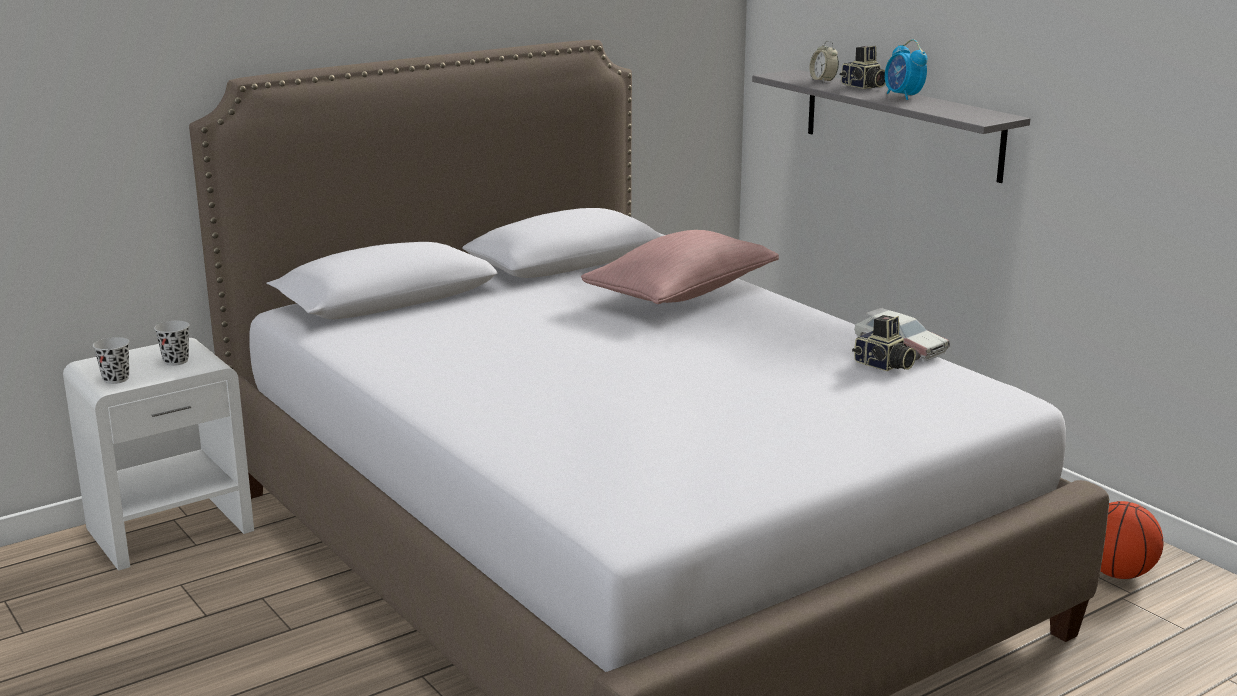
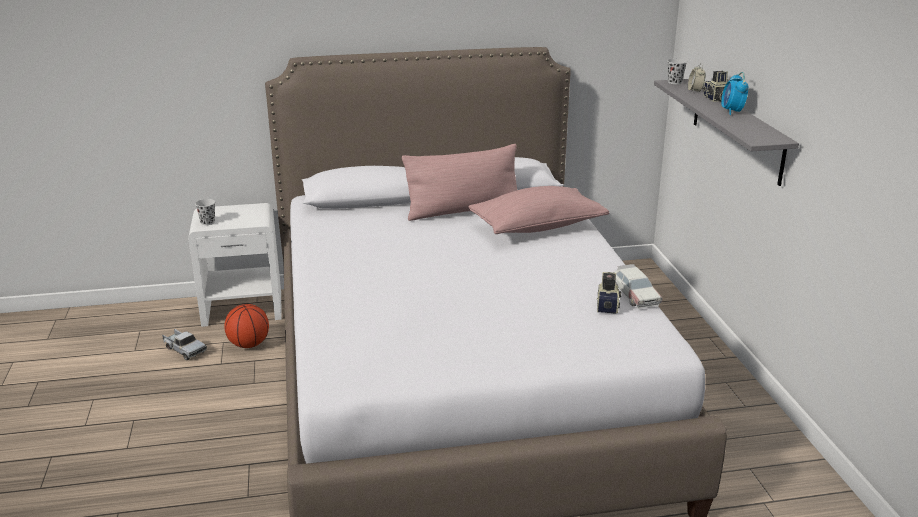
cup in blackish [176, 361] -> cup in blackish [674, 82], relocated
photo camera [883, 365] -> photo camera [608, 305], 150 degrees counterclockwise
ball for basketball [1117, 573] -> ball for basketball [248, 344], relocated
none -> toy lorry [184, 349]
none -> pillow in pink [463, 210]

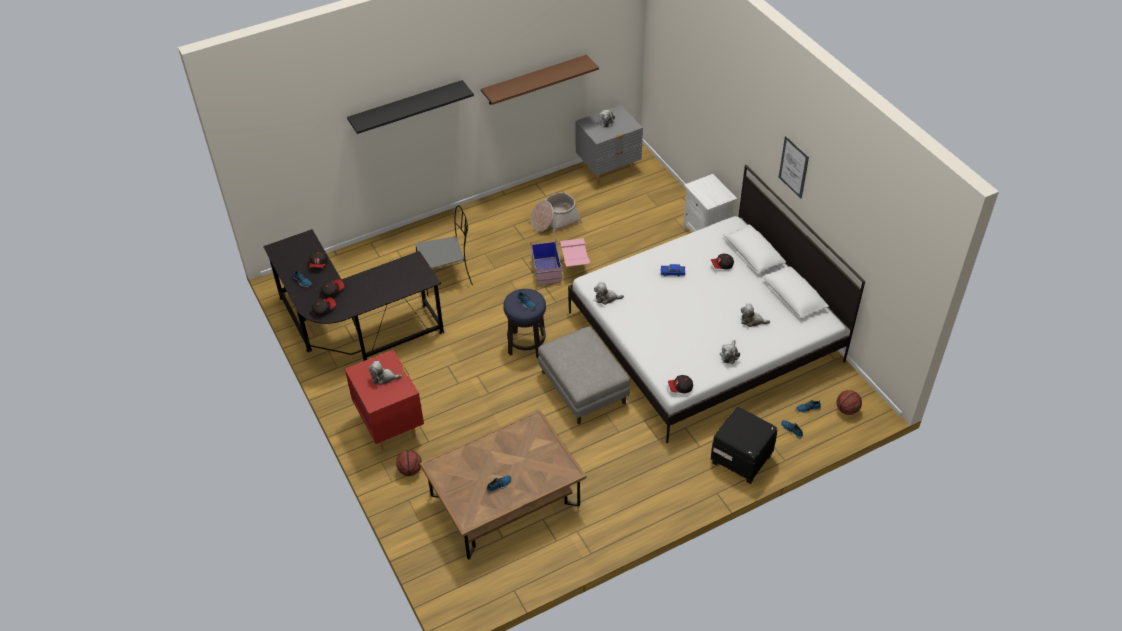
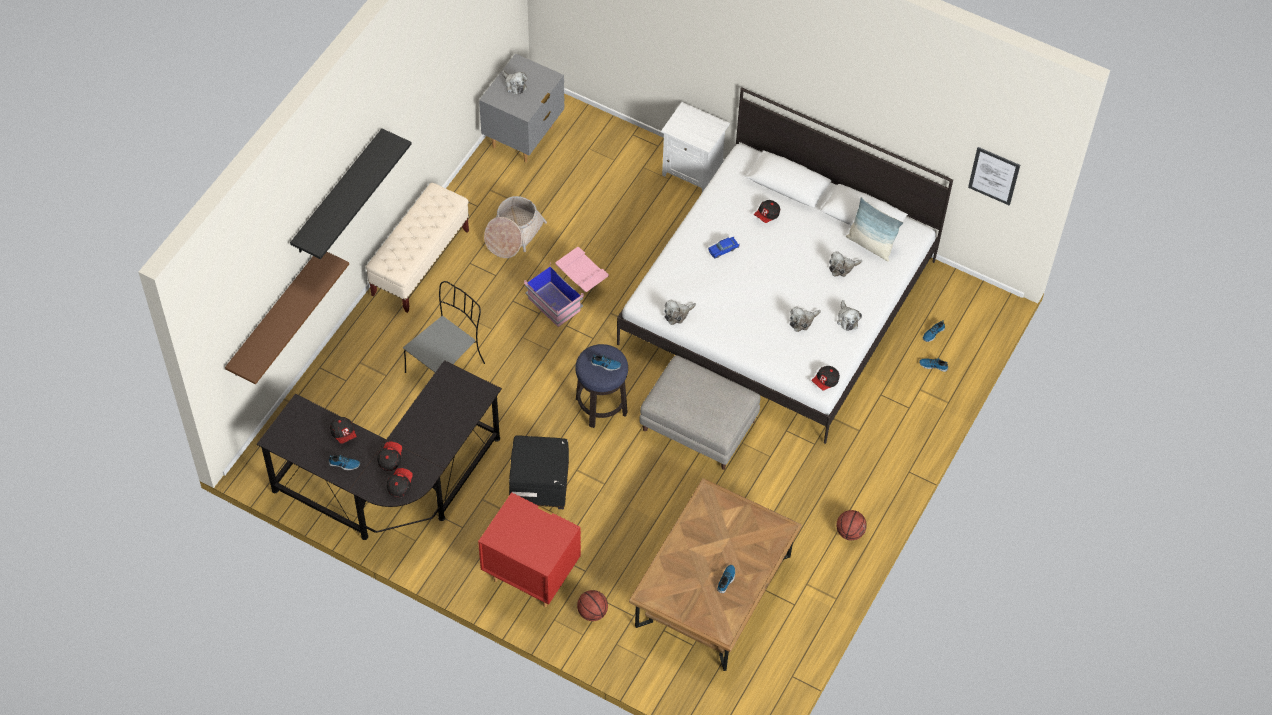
plush toy [384, 378] -> plush toy [802, 321], relocated
wall shelf in brown [534, 80] -> wall shelf in brown [274, 314], relocated
pouffe in blackish [740, 459] -> pouffe in blackish [539, 487], relocated
picture [793, 167] -> picture [994, 175], relocated
ball for basketball [847, 410] -> ball for basketball [850, 532], relocated
none -> bench in beige-coloured [420, 263]
none -> pillow [870, 245]

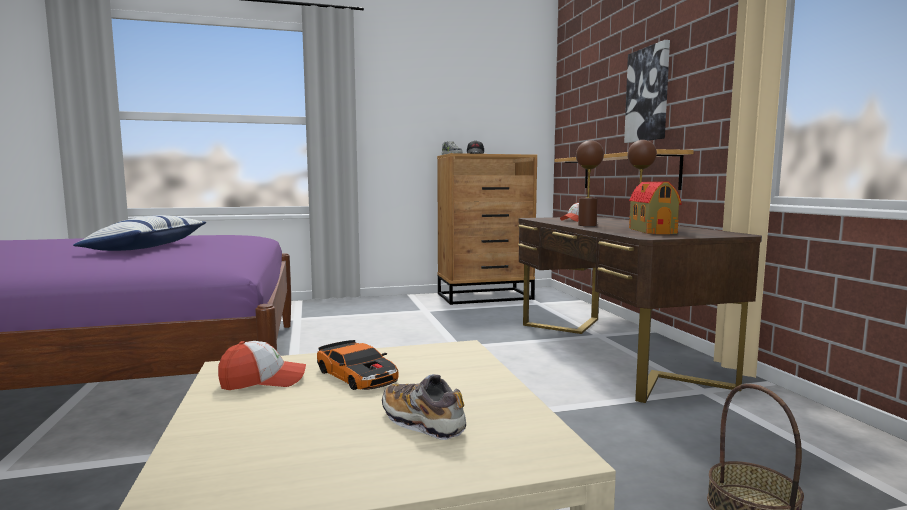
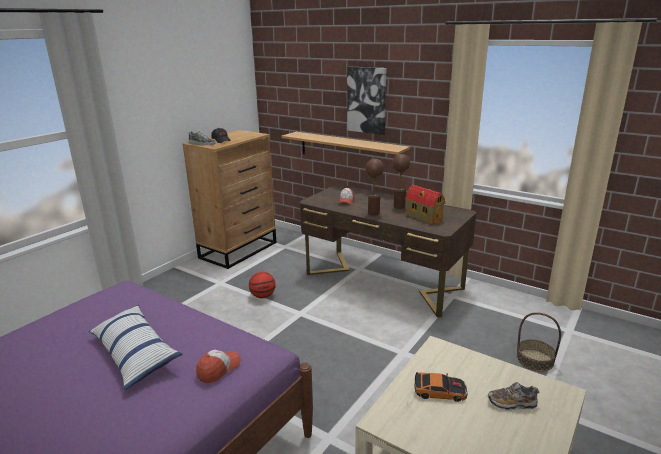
cap [263, 381] -> cap [218, 369], relocated
none -> ball for basketball [263, 296]

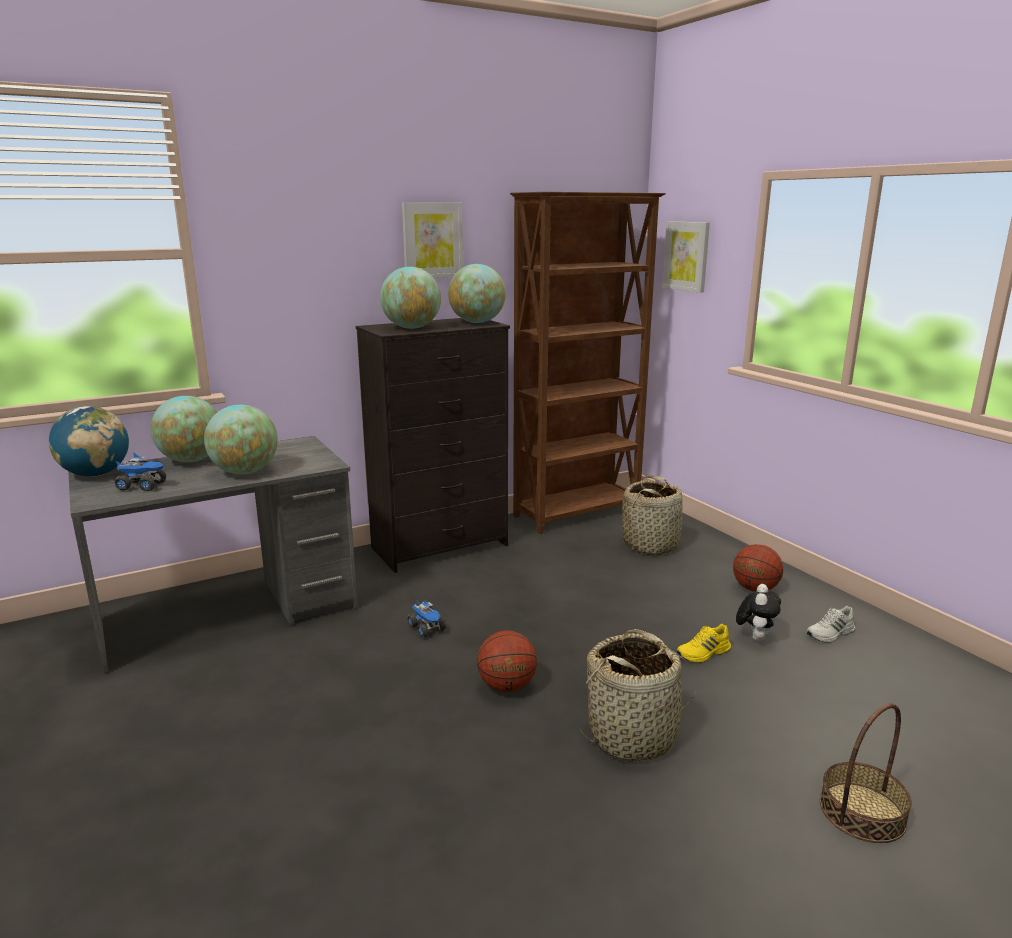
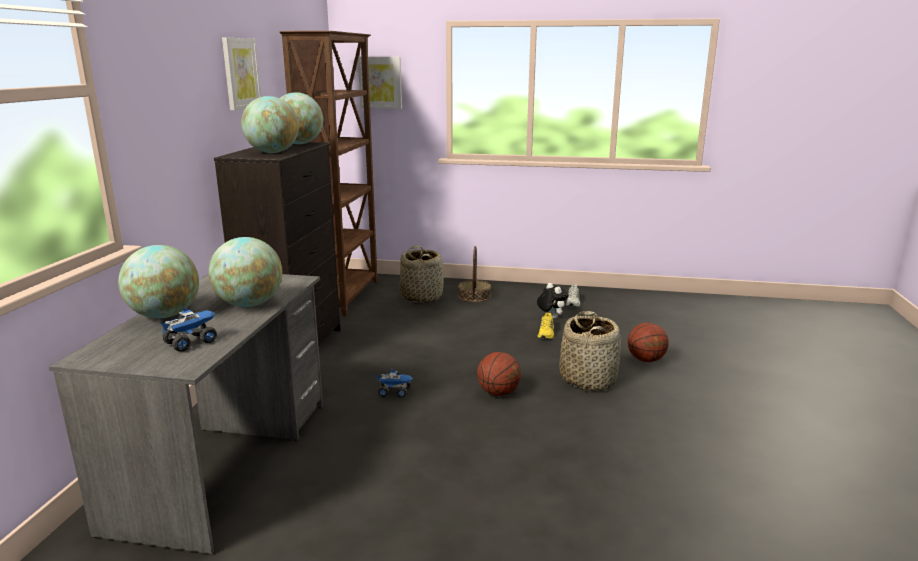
globe [96, 474] -> none
ball for basketball [755, 589] -> ball for basketball [645, 360], relocated
storage basket [862, 812] -> storage basket [474, 296], relocated

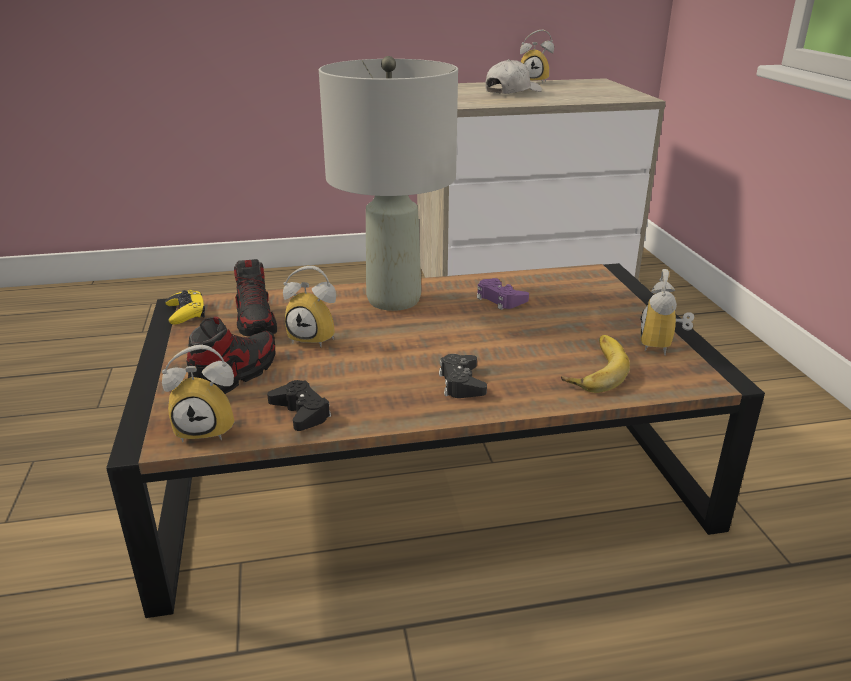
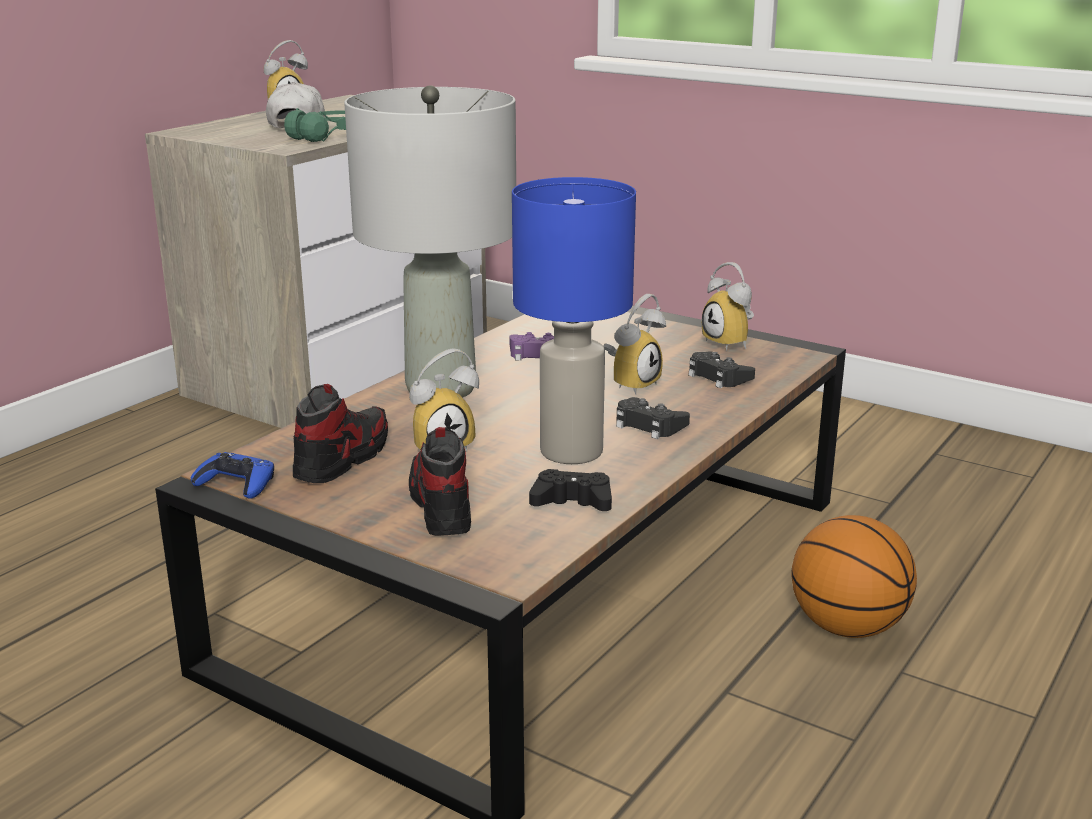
bedside clock [209, 428] -> bedside clock [631, 383], relocated
game controller in yellow-coloured [186, 312] -> game controller in bluish [236, 483]
item of footwear [256, 321] -> item of footwear [342, 458], 90 degrees counterclockwise
whole banana [592, 369] -> game controller in blackish [718, 377]
none -> headphones in green [324, 136]
none -> tabletop lamp in bluish [572, 453]
none -> ball for basketball [847, 628]

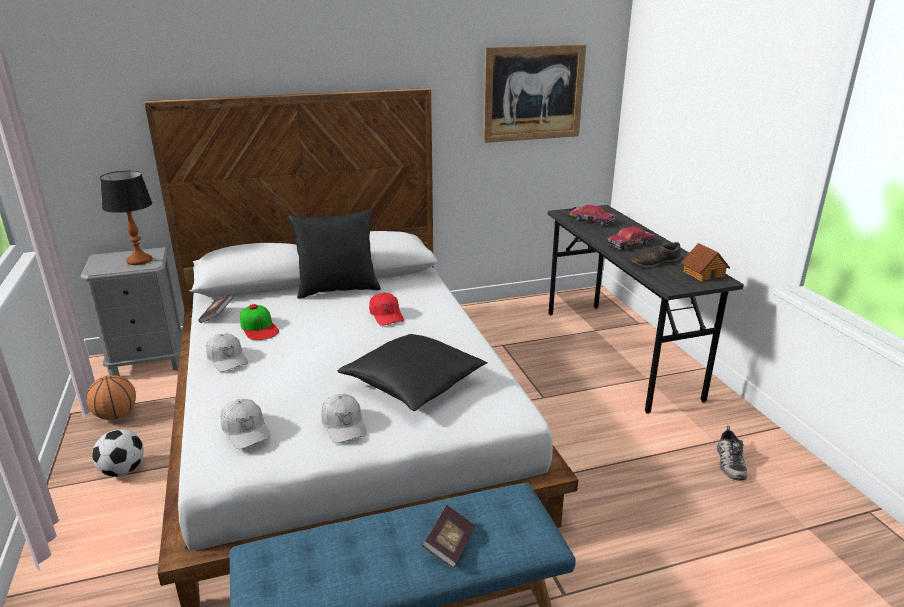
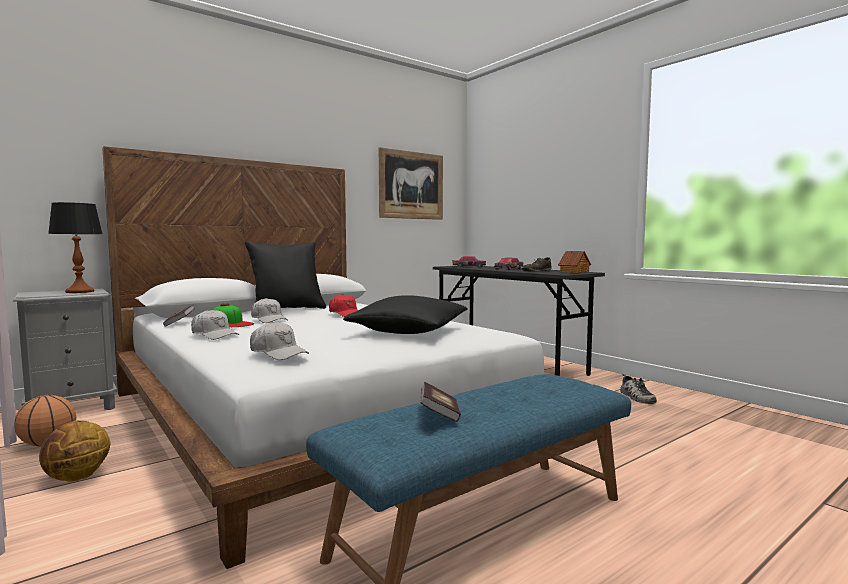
football ball [123, 471] -> ball for basketball [77, 478]
cap in white [344, 425] -> cap in white [269, 319], relocated
bound book [449, 545] -> bound book [439, 414], relocated

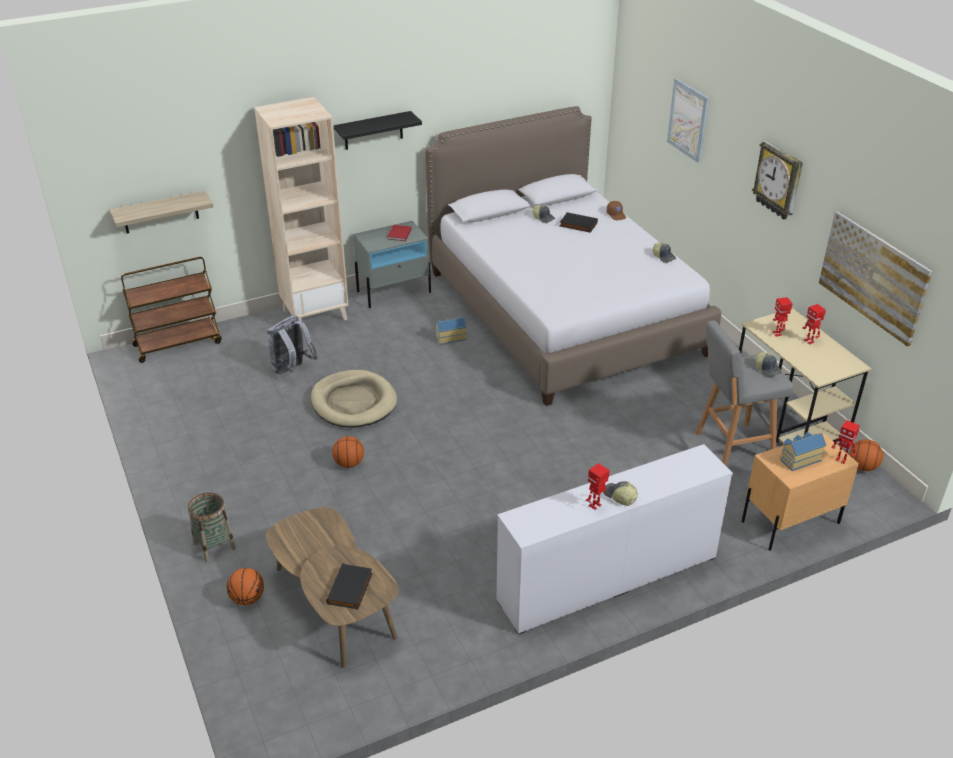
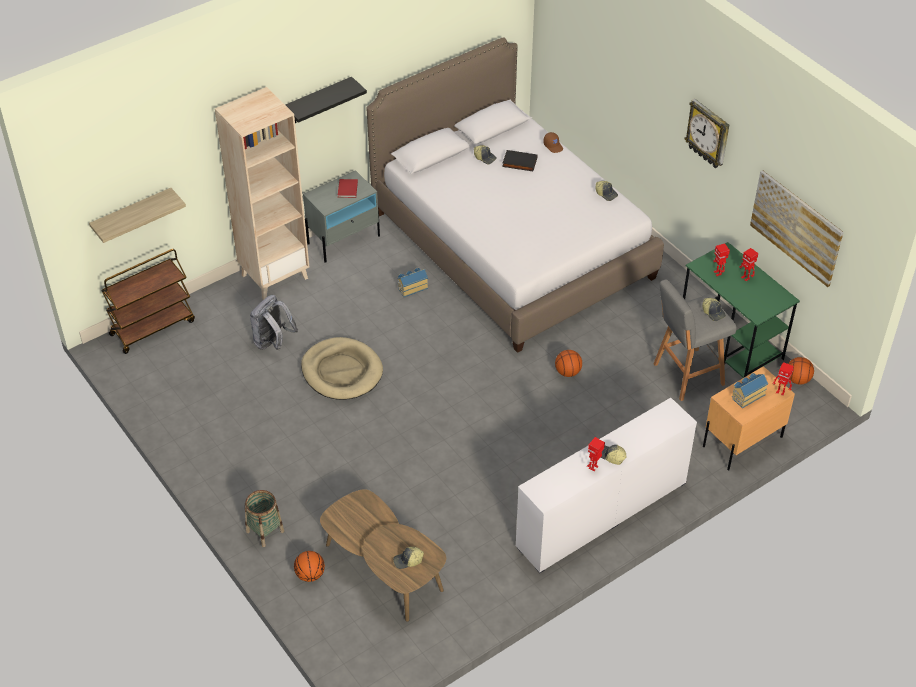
bound book in blackish [351, 589] -> cap [408, 561]
ball for basketball [349, 464] -> ball for basketball [567, 372], relocated
picture [688, 120] -> none
desk in beige-coloured [787, 422] -> desk in green [731, 342]

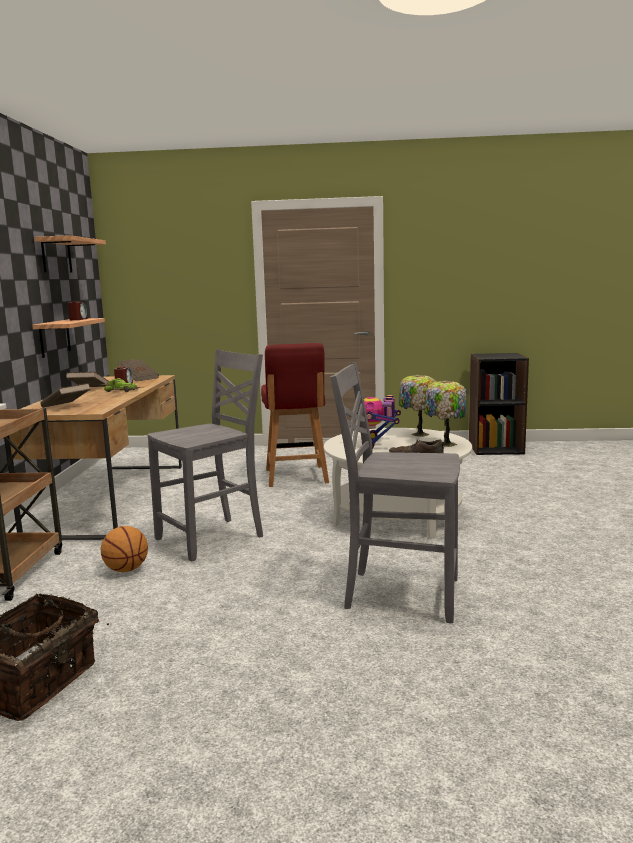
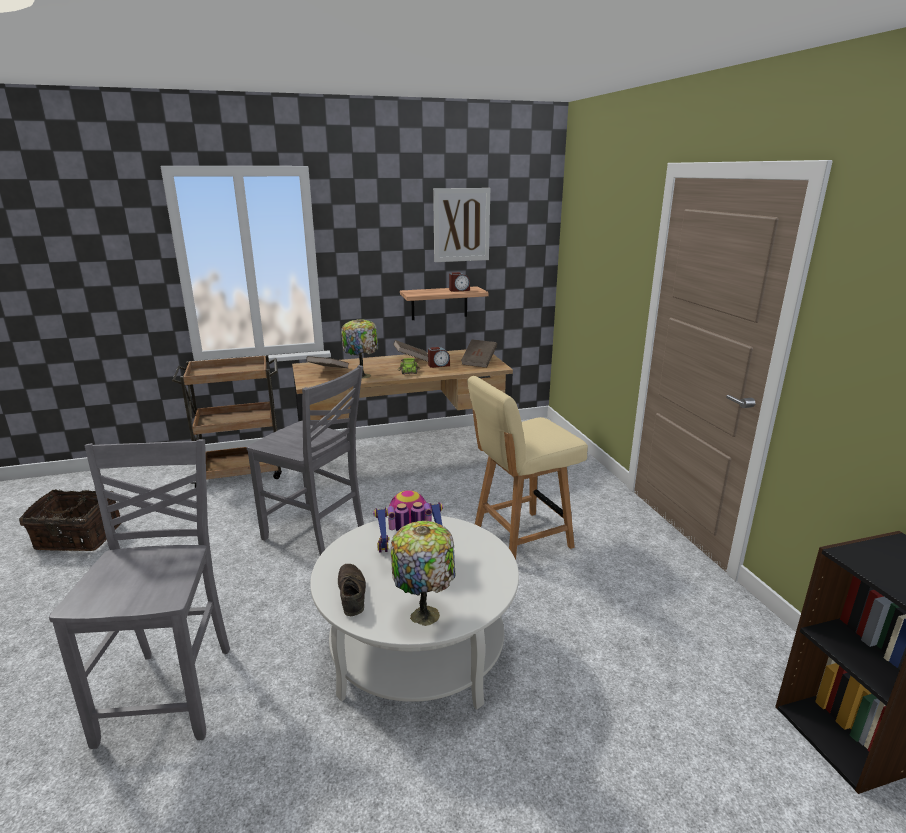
wall shelf [56, 255] -> picture [461, 225]
ball for basketball [127, 570] -> none
chair in red [296, 477] -> chair in beige-coloured [520, 539]
tabletop lamp [418, 434] -> tabletop lamp [362, 375], relocated

